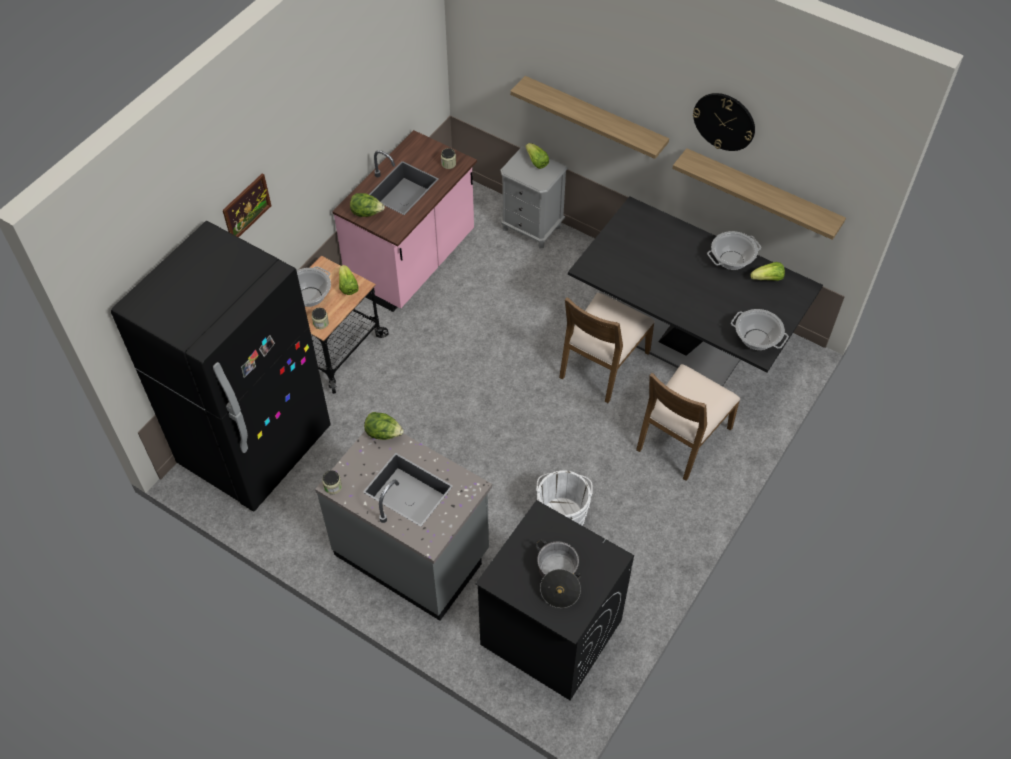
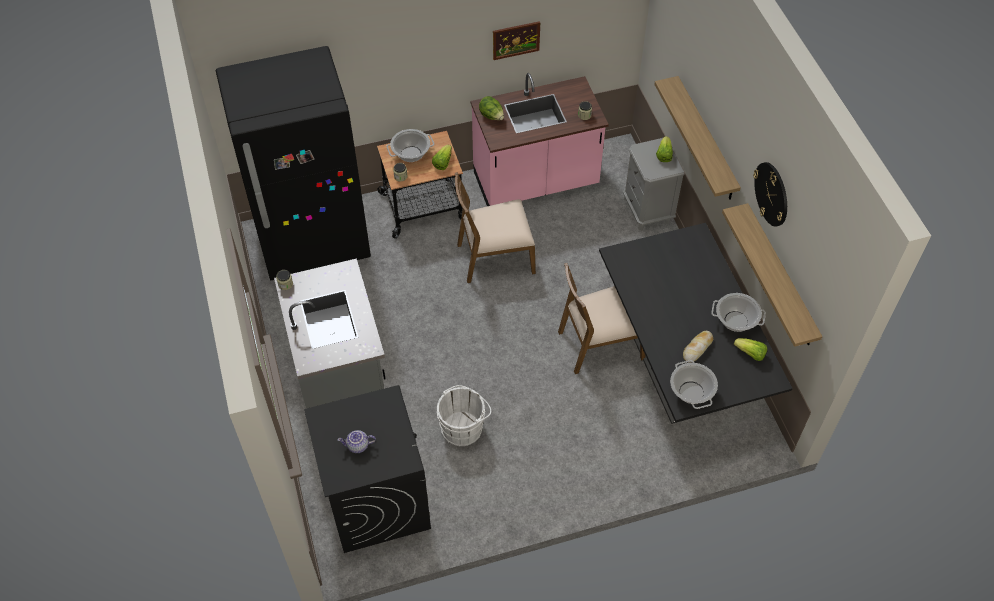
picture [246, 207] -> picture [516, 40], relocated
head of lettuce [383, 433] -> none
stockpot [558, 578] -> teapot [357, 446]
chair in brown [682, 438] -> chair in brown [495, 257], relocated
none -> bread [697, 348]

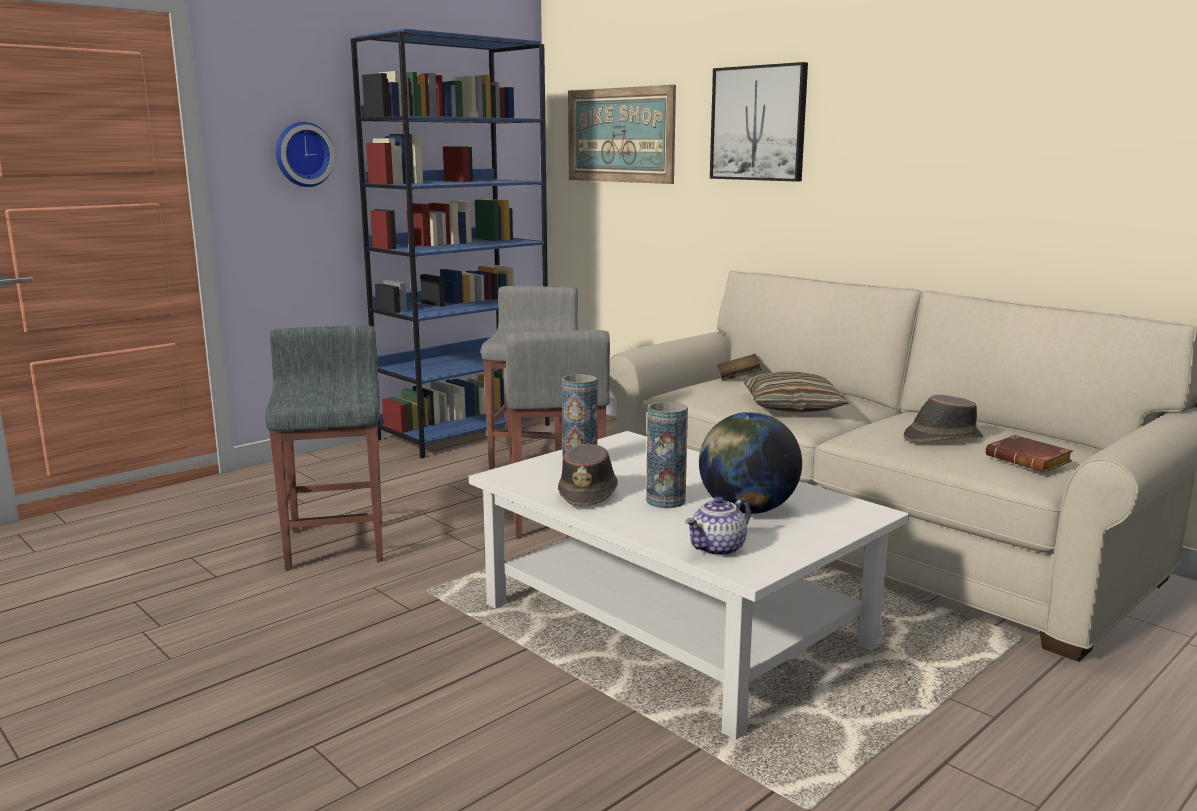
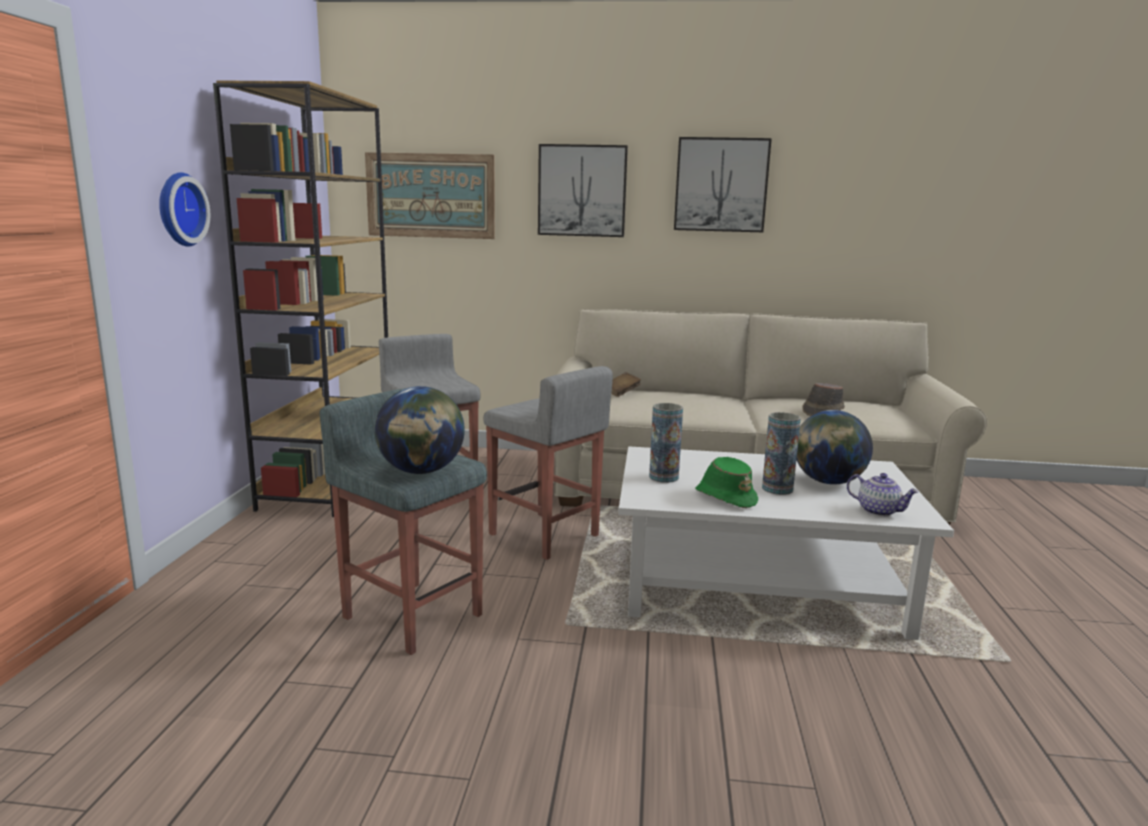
bookshelf in bluish [465, 432] -> bookshelf in brown [329, 484]
clothing hat in brown [588, 493] -> clothing hat in green [725, 497]
teapot [718, 549] -> teapot [879, 511], 60 degrees counterclockwise
pillow [792, 407] -> none
bound book in brown [1030, 460] -> none
none -> globe [421, 471]
none -> picture [721, 185]

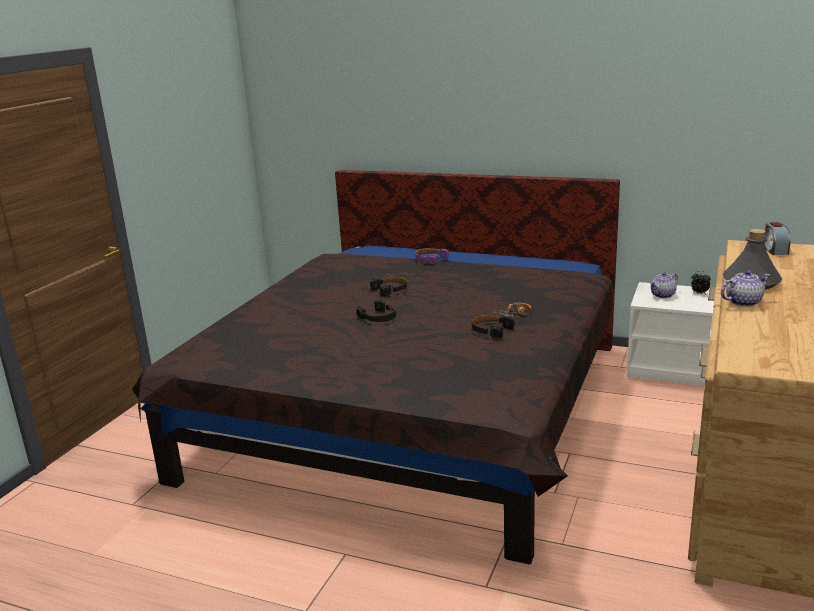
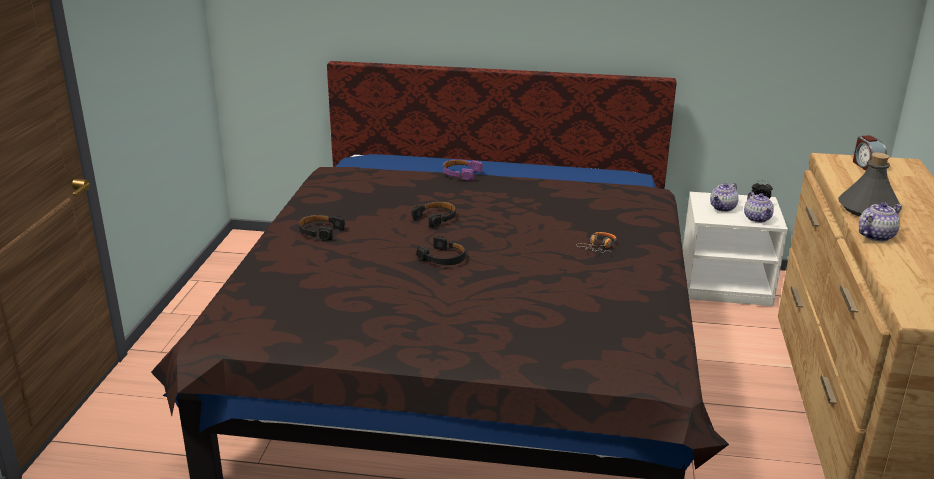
headphones in blackish [491, 330] -> headphones in blackish [320, 231], relocated
none -> teapot [757, 218]

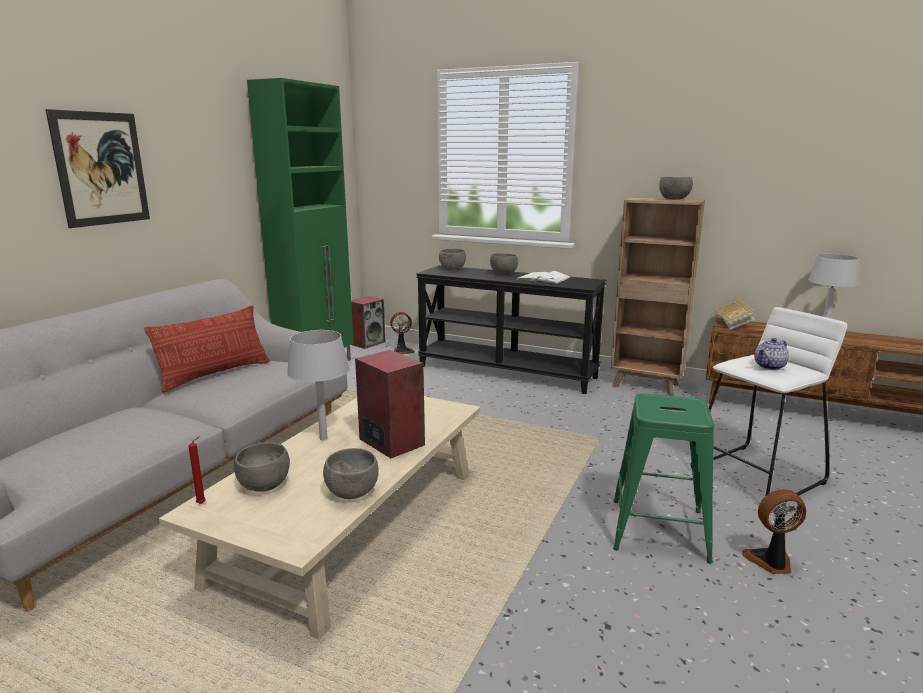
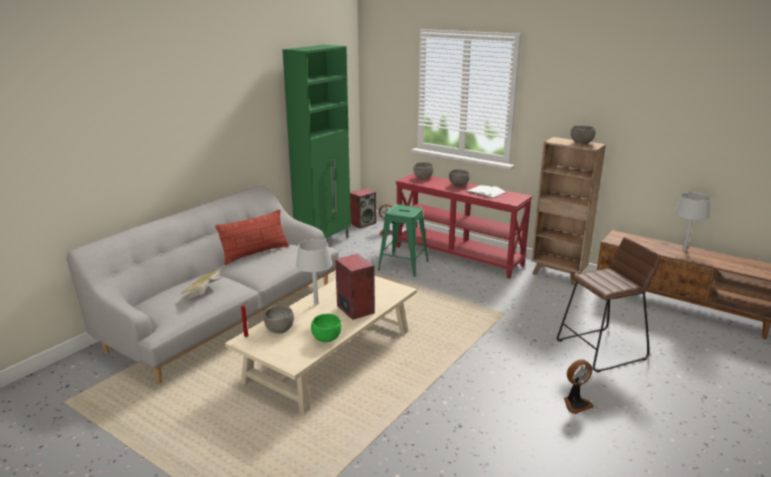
picture [101, 169] -> none
deep dish in grey [351, 493] -> deep dish in green [326, 339]
hall table in blackish [507, 372] -> hall table in red [458, 255]
stool seat in green [659, 529] -> stool seat in green [403, 265], relocated
stool seat in white [757, 476] -> stool seat in brown [601, 350]
bound book [732, 324] -> bound book [203, 292], relocated
electric fan [770, 562] -> electric fan [576, 403], 150 degrees clockwise
teapot [770, 366] -> none

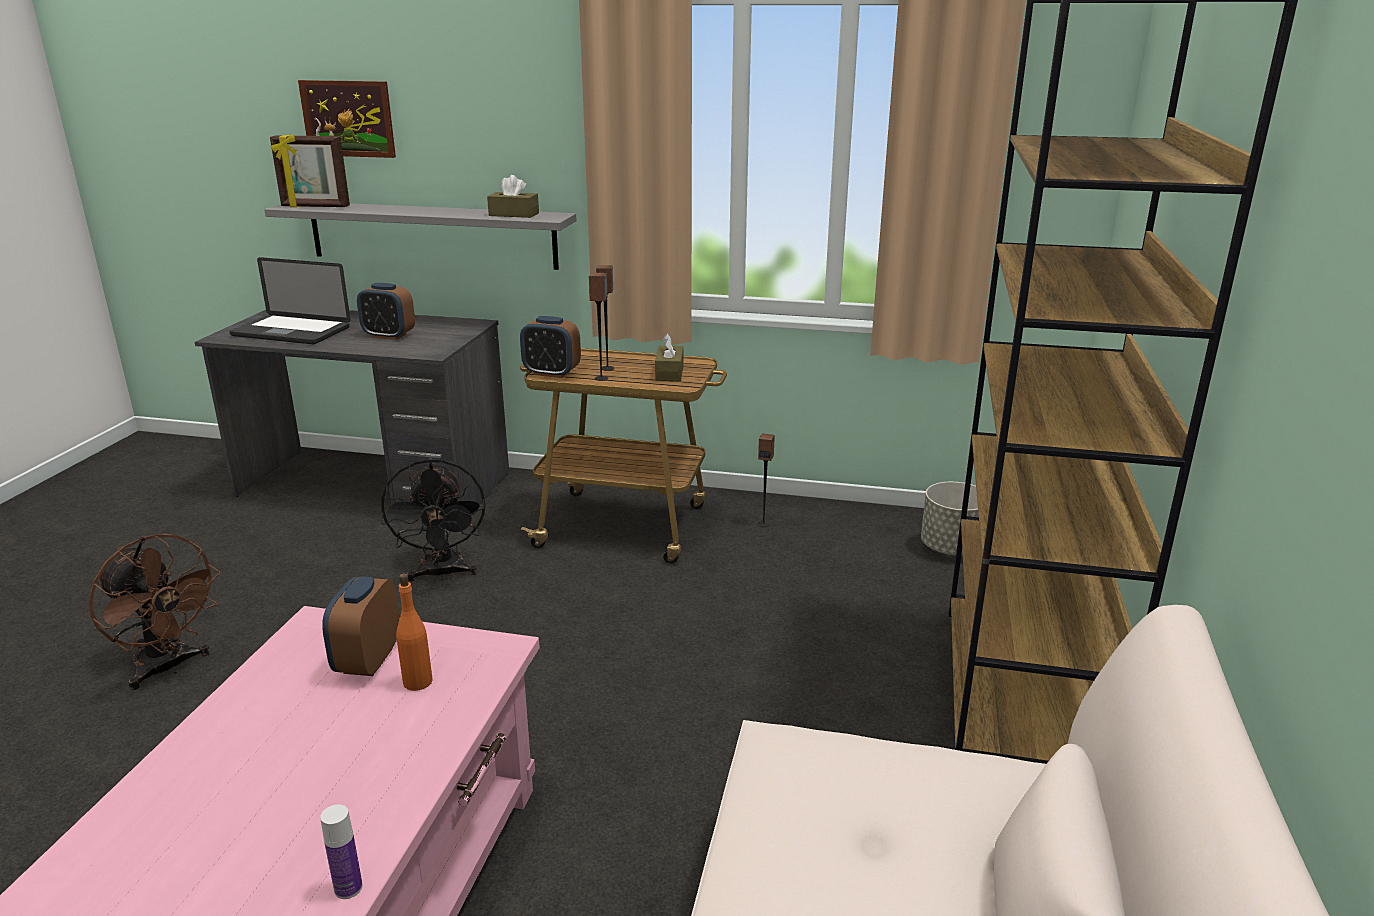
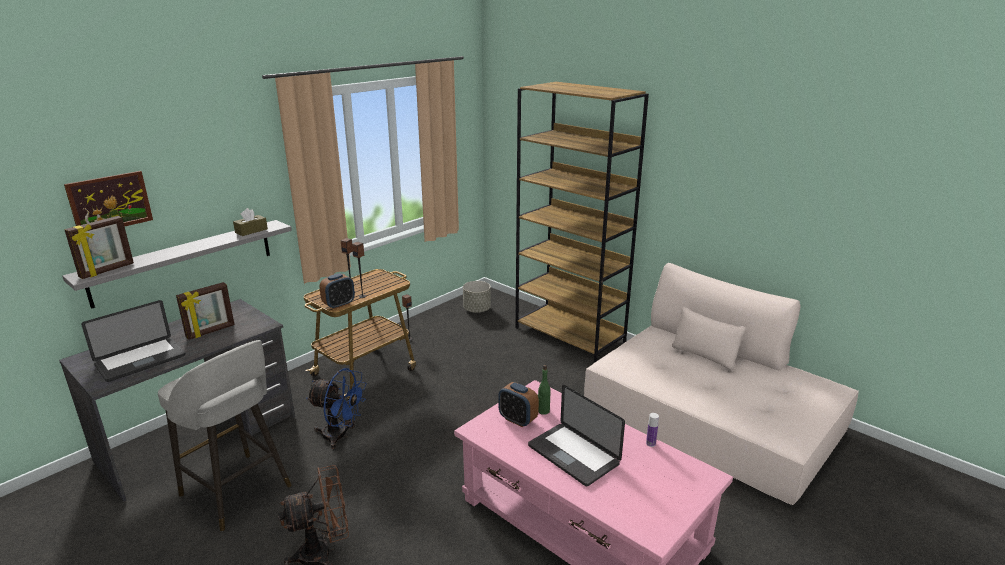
bedside clock [389, 336] -> standing frame [211, 331]
electric fan in blackish [442, 574] -> electric fan in bluish [340, 436]
beverage bottle in orangey [417, 682] -> beverage bottle in green [543, 411]
tissue box in brown [669, 373] -> none
none -> stool seat in grey [237, 492]
none -> laptop [573, 455]

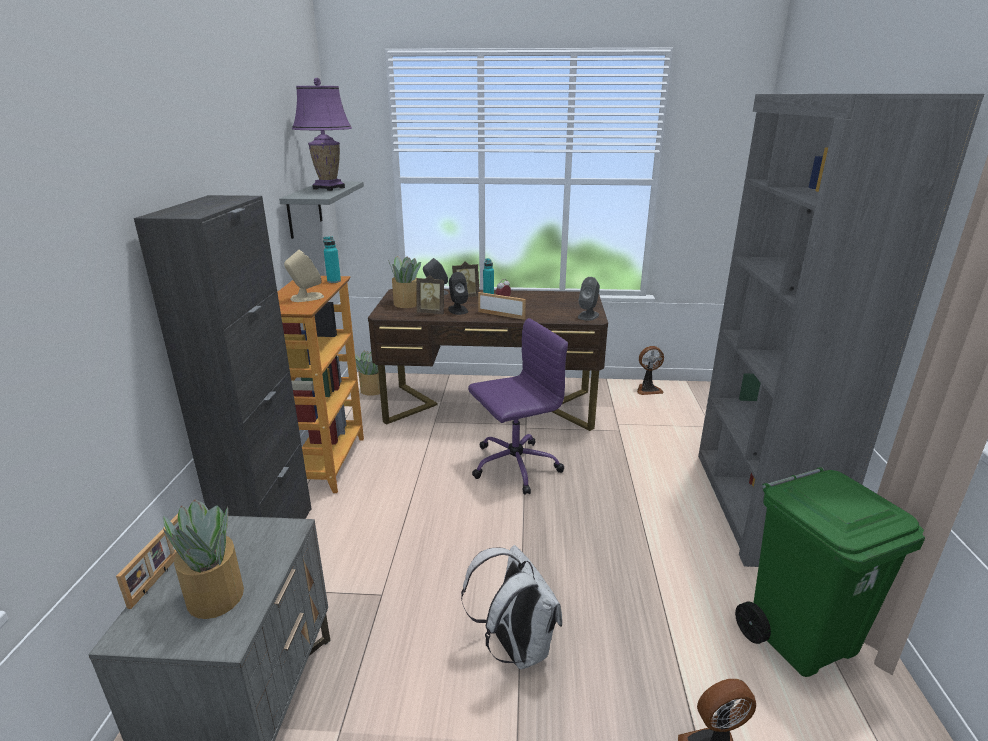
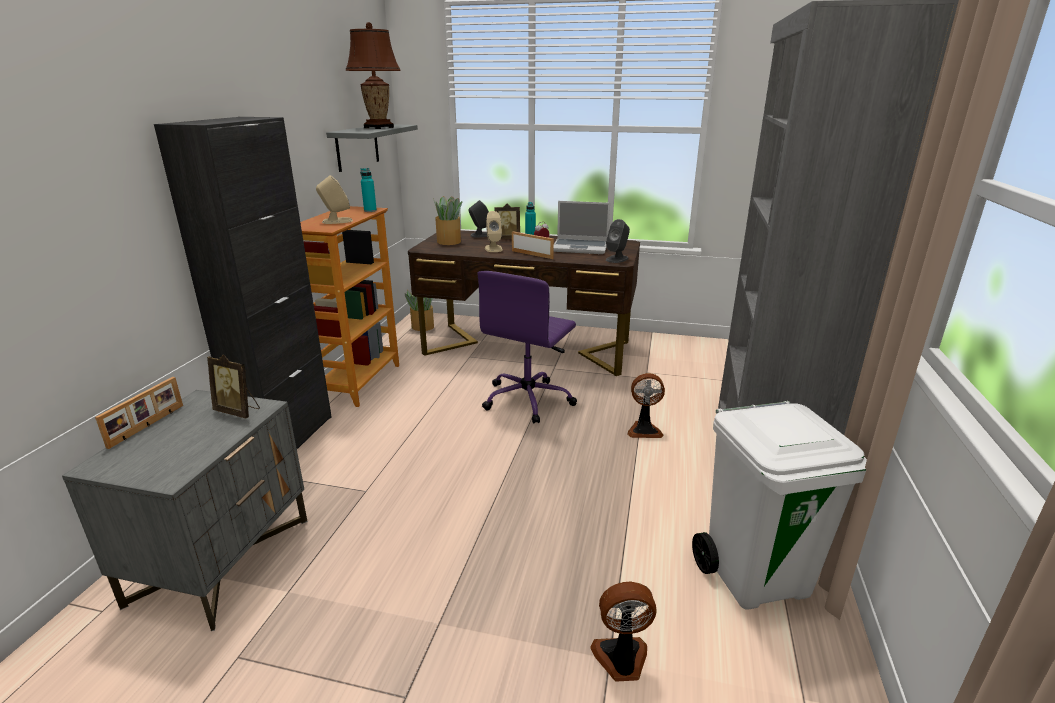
potted plant [215, 597] -> none
tabletop lamp in purple-coloured [329, 188] -> tabletop lamp in brown [379, 127]
standing frame [432, 313] -> standing frame [238, 411], relocated
loudspeaker in blackish [458, 310] -> loudspeaker in beige-coloured [493, 248]
backpack in white [515, 647] -> none
desk chair in purple-coloured [513, 466] -> desk chair in purple-coloured [528, 399], 135 degrees clockwise
electric fan [648, 389] -> electric fan [644, 430], relocated
rubbish bin in green [800, 639] -> rubbish bin in white [756, 577]
none -> laptop [581, 247]

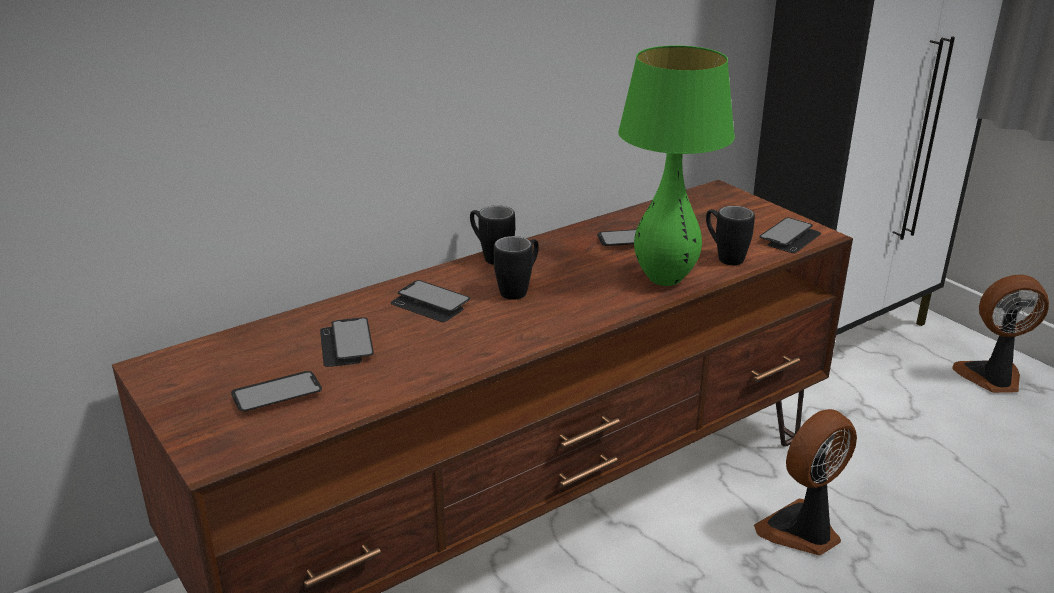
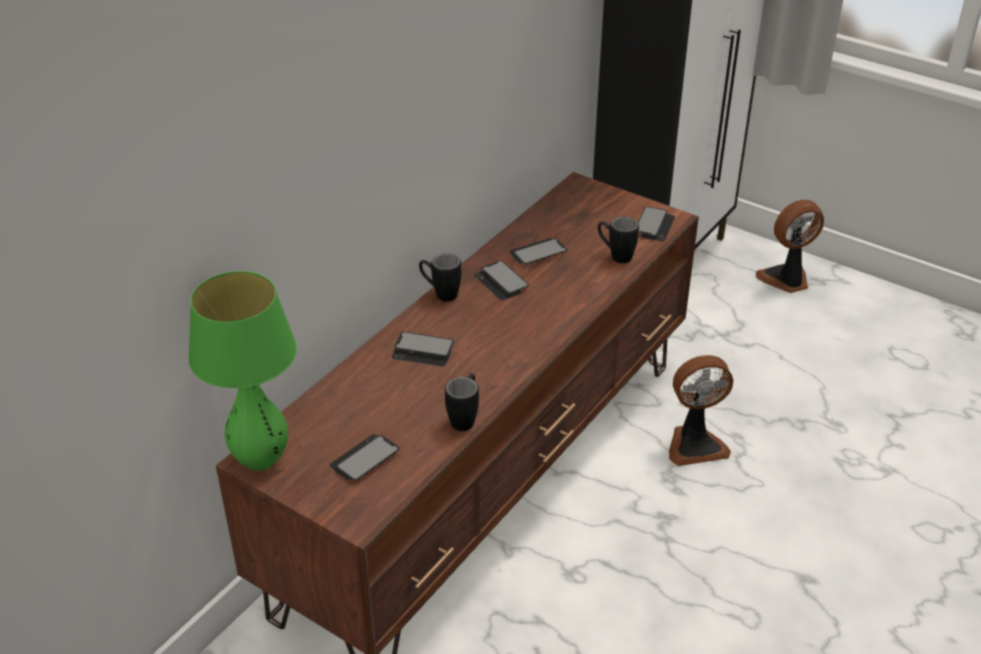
telephone [346, 344] -> telephone [501, 282], relocated
tea mug in blackish [519, 289] -> tea mug in blackish [465, 417], relocated
tabletop lamp in green [664, 279] -> tabletop lamp in green [260, 461], relocated
electric fan [802, 531] -> electric fan [695, 444], 135 degrees counterclockwise

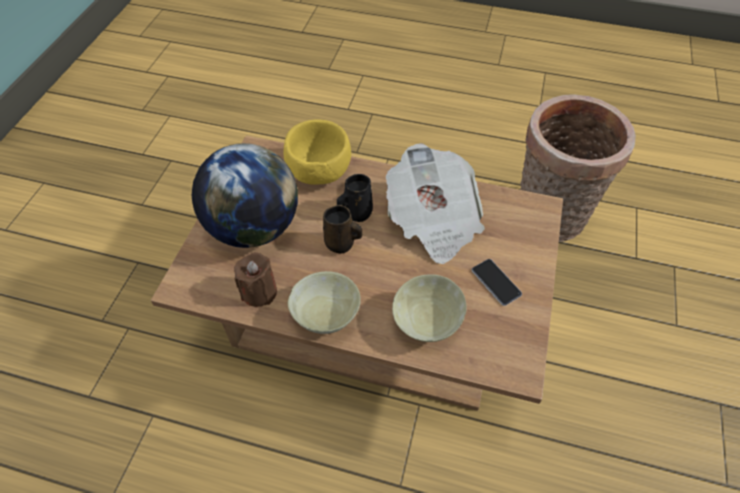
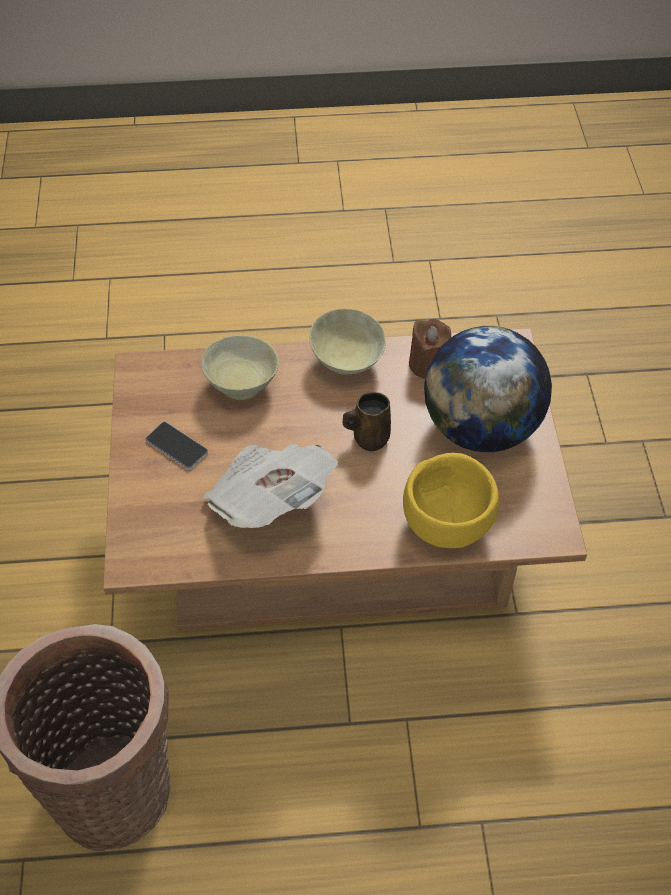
tea mug in blackish [356, 213] -> none

